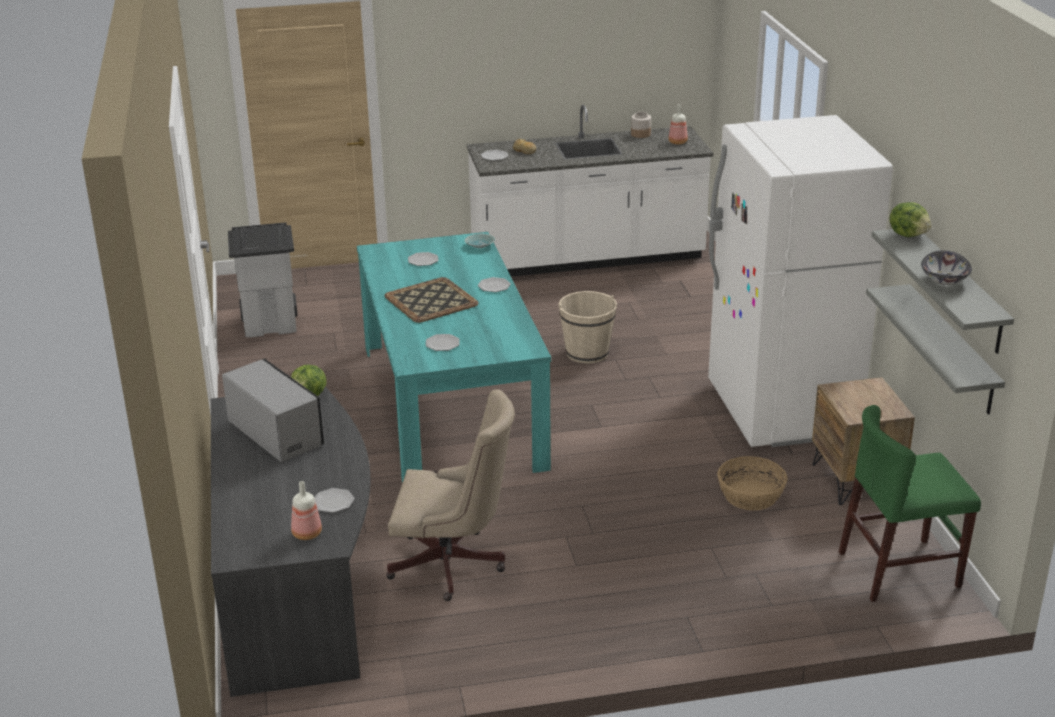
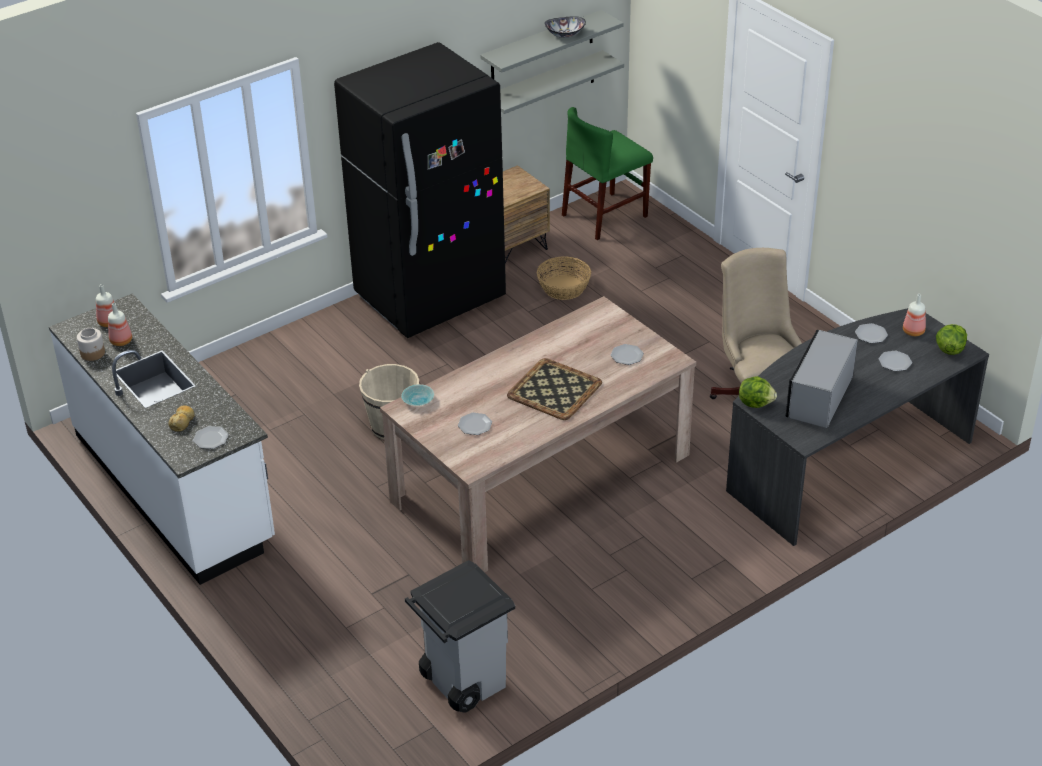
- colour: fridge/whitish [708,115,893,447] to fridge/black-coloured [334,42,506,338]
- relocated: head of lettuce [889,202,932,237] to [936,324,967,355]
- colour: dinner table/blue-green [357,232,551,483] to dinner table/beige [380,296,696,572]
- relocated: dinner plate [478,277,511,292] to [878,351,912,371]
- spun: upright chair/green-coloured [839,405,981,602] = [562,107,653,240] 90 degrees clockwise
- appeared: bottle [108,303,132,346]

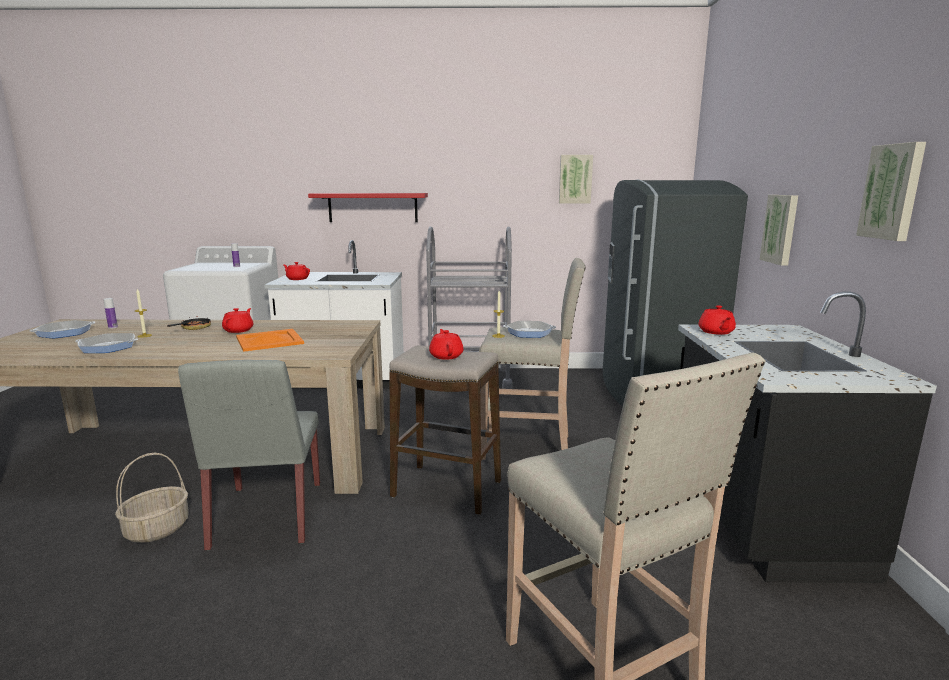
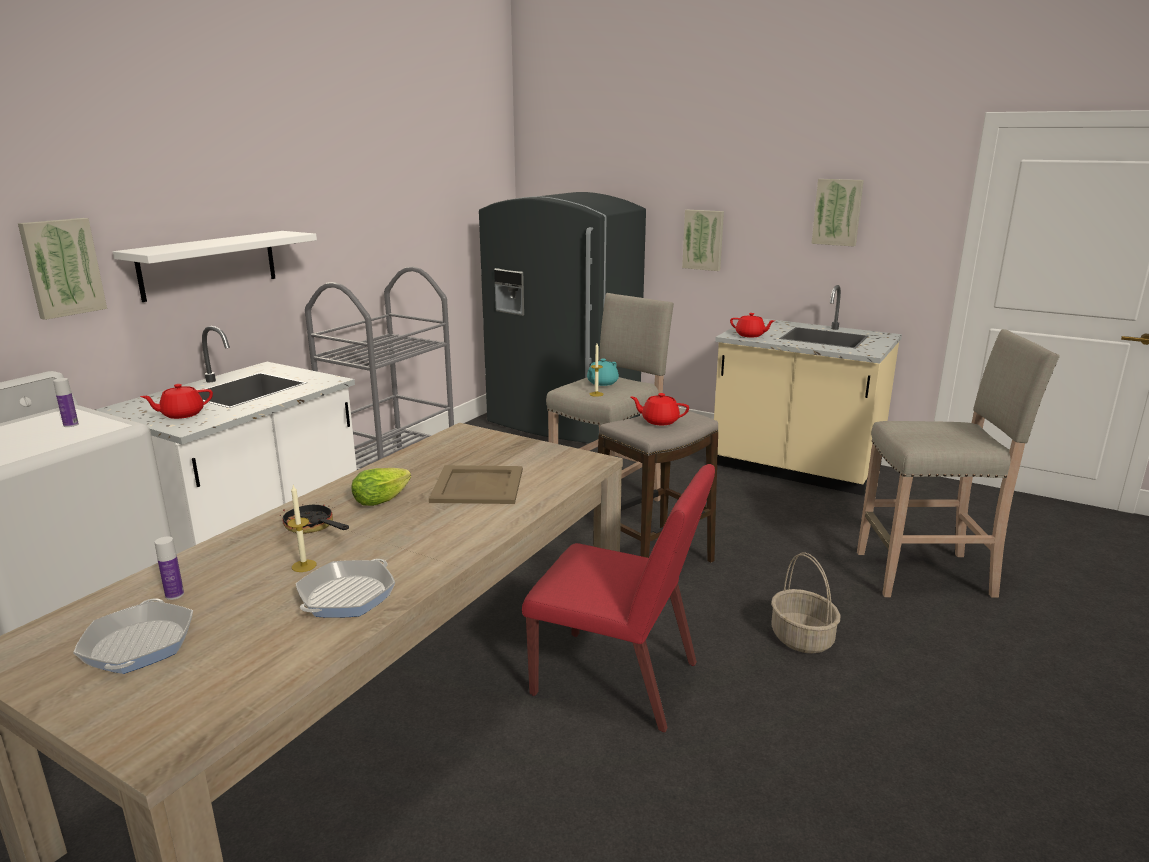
- relocated: wall art [559,155,593,203] to [18,218,107,320]
- colour: wall shelf/red-coloured [308,193,428,222] to wall shelf/whitish [113,231,317,302]
- colour: kitchen counter/black-coloured [678,291,937,583] to kitchen counter/beige [714,285,902,496]
- exchanged: teapot/red-coloured [222,308,253,333] to head of lettuce [351,468,411,506]
- exchanged: pan [504,321,556,338] to teapot/blue-green [587,359,619,386]
- colour: serving tray/orangey [236,329,304,352] to serving tray/beige [429,465,523,504]
- colour: upright chair/grey [178,360,320,551] to upright chair/red-coloured [522,464,715,732]
- relocated: household basket [115,453,189,543] to [771,552,841,654]

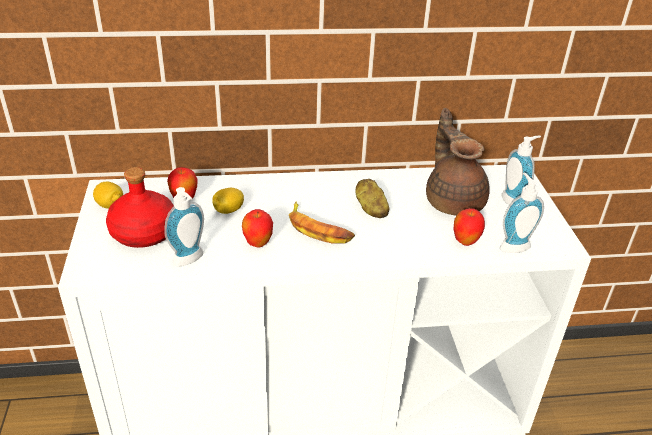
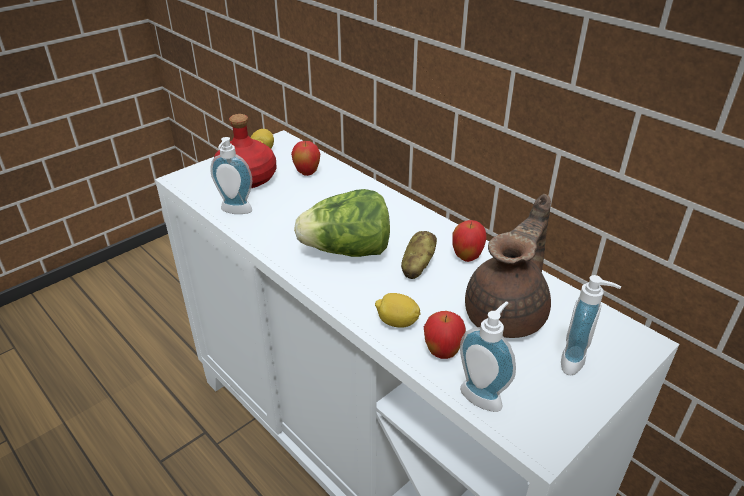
- relocated: citrus fruit [212,188,244,214] to [375,293,420,328]
- exchanged: banana fruit [289,201,355,244] to head of lettuce [294,189,390,257]
- relocated: apple [242,209,273,248] to [452,220,487,262]

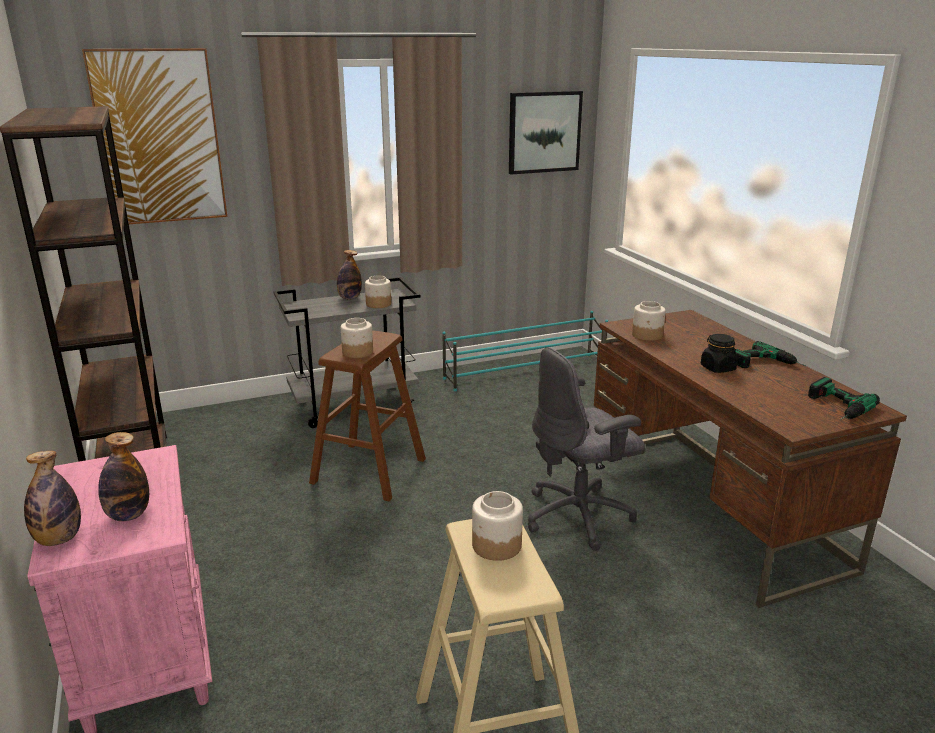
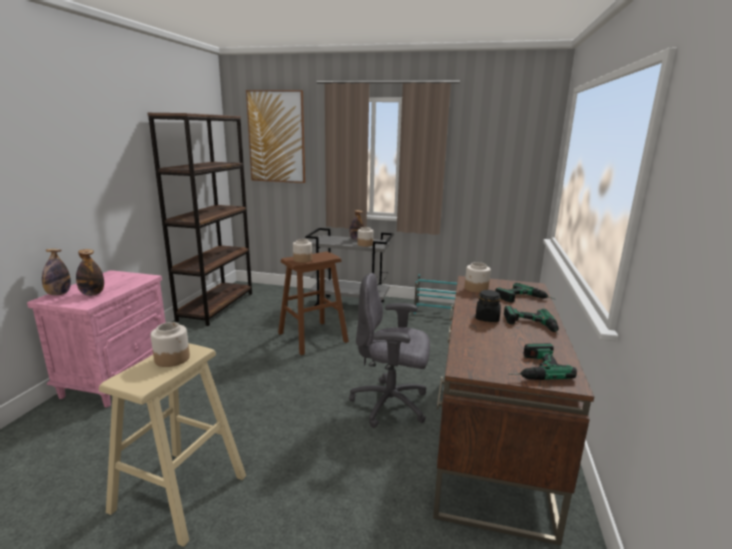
- missing: wall art [509,91,583,175]
- appeared: electric drill [495,283,556,303]

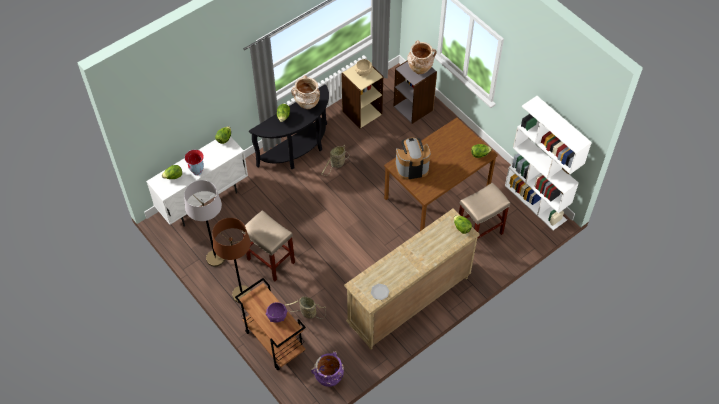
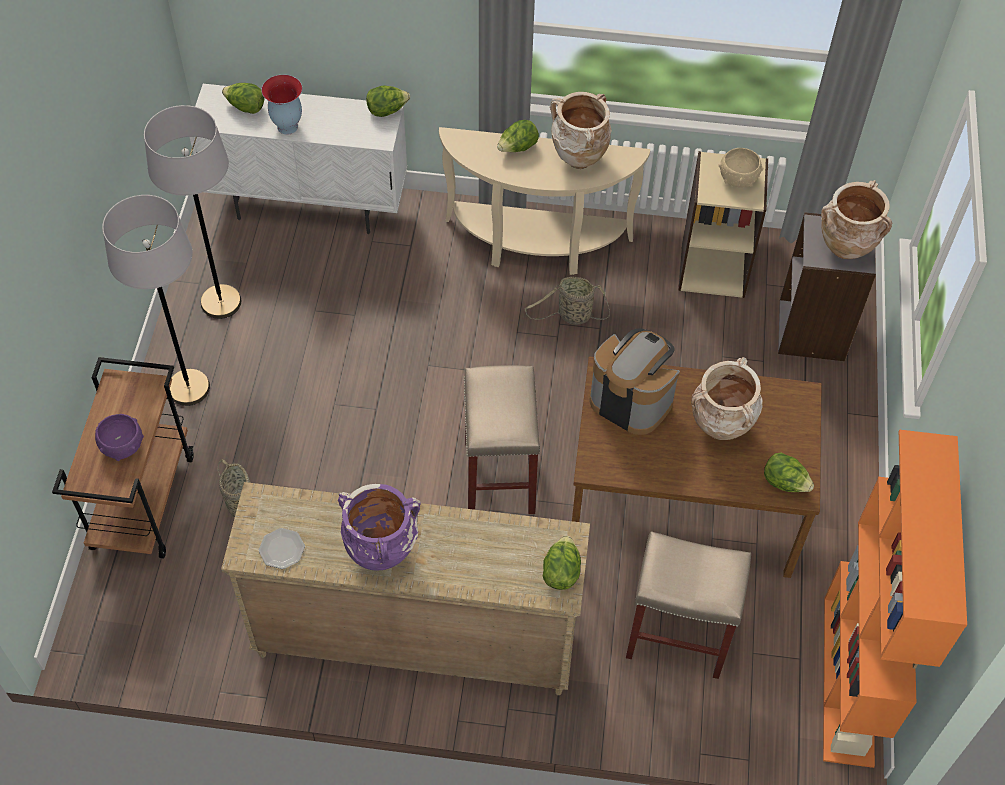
- colour: hall table/black-coloured [249,84,329,169] to hall table/beige [439,127,650,275]
- colour: bookshelf/whitish [505,96,592,230] to bookshelf/orangey [823,430,967,768]
- relocated: stool/beige [242,210,295,281] to [464,365,540,514]
- colour: floor lamp/brown-coloured [212,218,251,303] to floor lamp/grey [102,195,210,406]
- relocated: vase/purple-coloured [311,351,344,387] to [338,484,421,571]
- appeared: vase/beige [691,357,763,440]

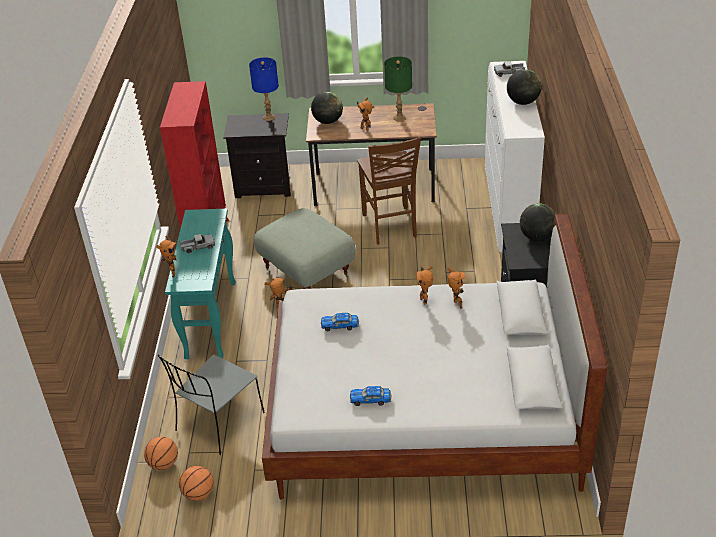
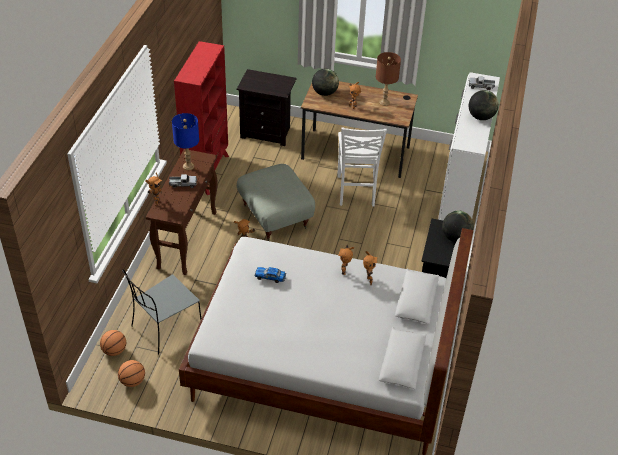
- colour: table lamp/green-coloured [384,56,412,121] to table lamp/brown-coloured [376,52,401,106]
- relocated: table lamp/bluish [249,57,279,121] to [172,113,199,170]
- colour: upright chair/brown-coloured [357,137,421,244] to upright chair/whitish [337,128,387,206]
- colour: hall table/blue-green [165,209,236,359] to hall table/brown-coloured [146,149,218,275]
- missing: toy car [350,386,392,406]

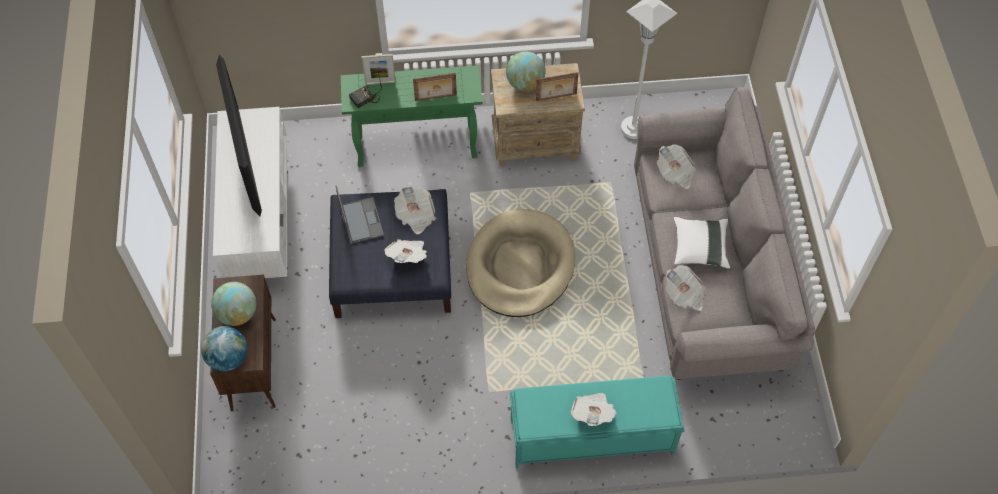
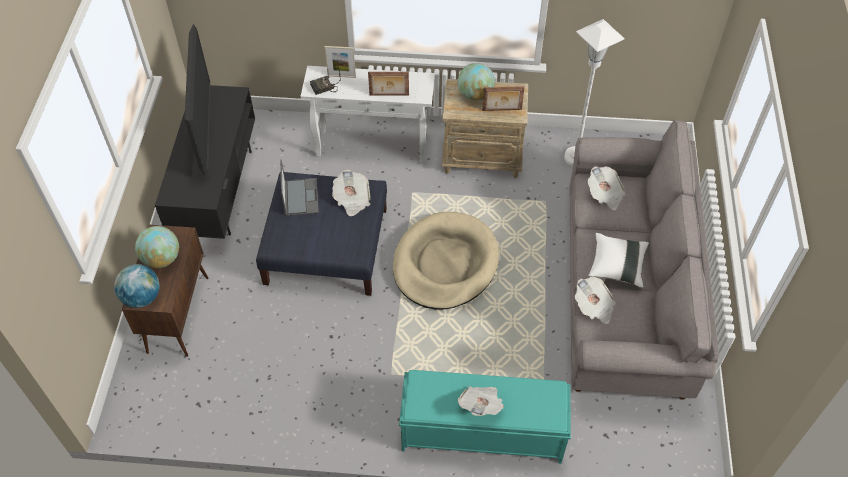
- colour: hall table/green-coloured [341,65,483,167] to hall table/whitish [301,66,435,163]
- colour: tv stand/whitish [213,107,288,278] to tv stand/black-coloured [155,85,255,239]
- missing: printed paper [385,239,427,263]

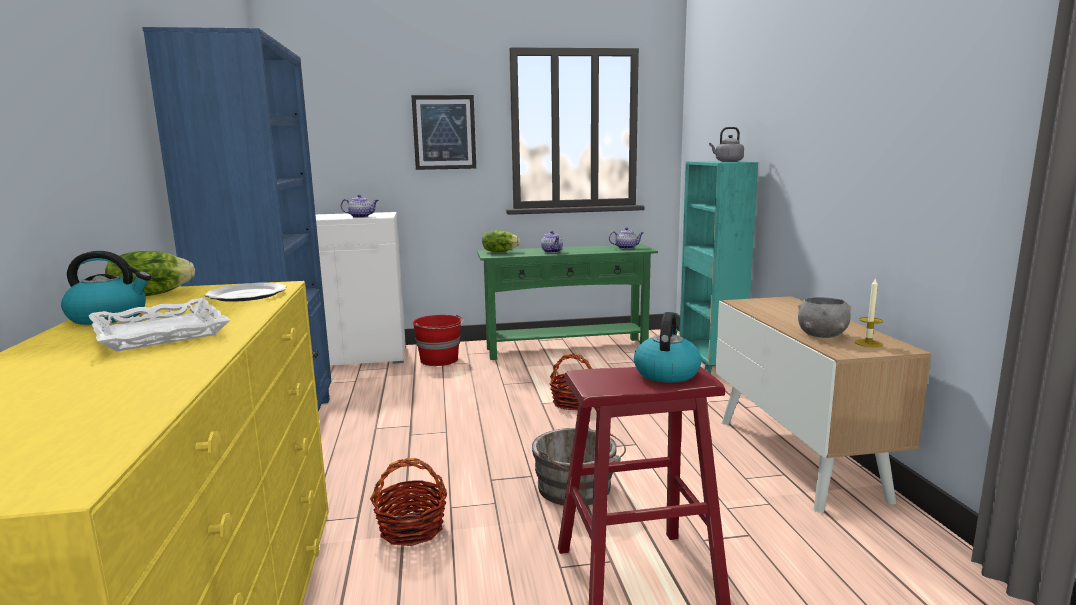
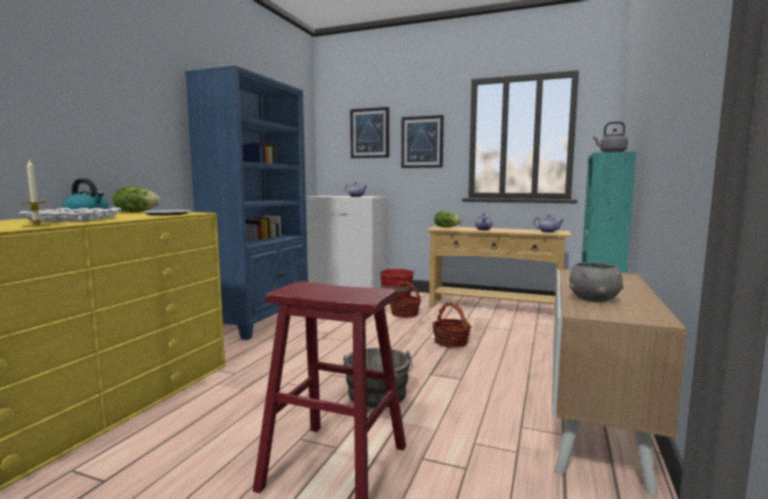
- colour: hall table/green-coloured [477,244,658,360] to hall table/beige [425,226,571,319]
- relocated: wax light [855,277,883,347] to [21,160,52,227]
- missing: kettle [634,312,701,383]
- relocated: household basket [370,458,448,546] to [390,281,421,318]
- appeared: wall art [350,107,389,158]

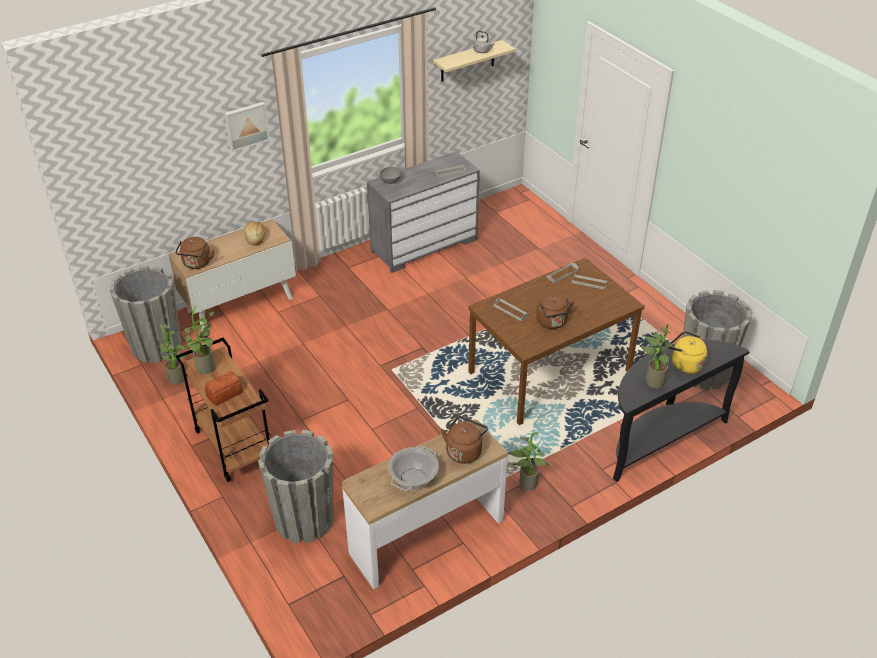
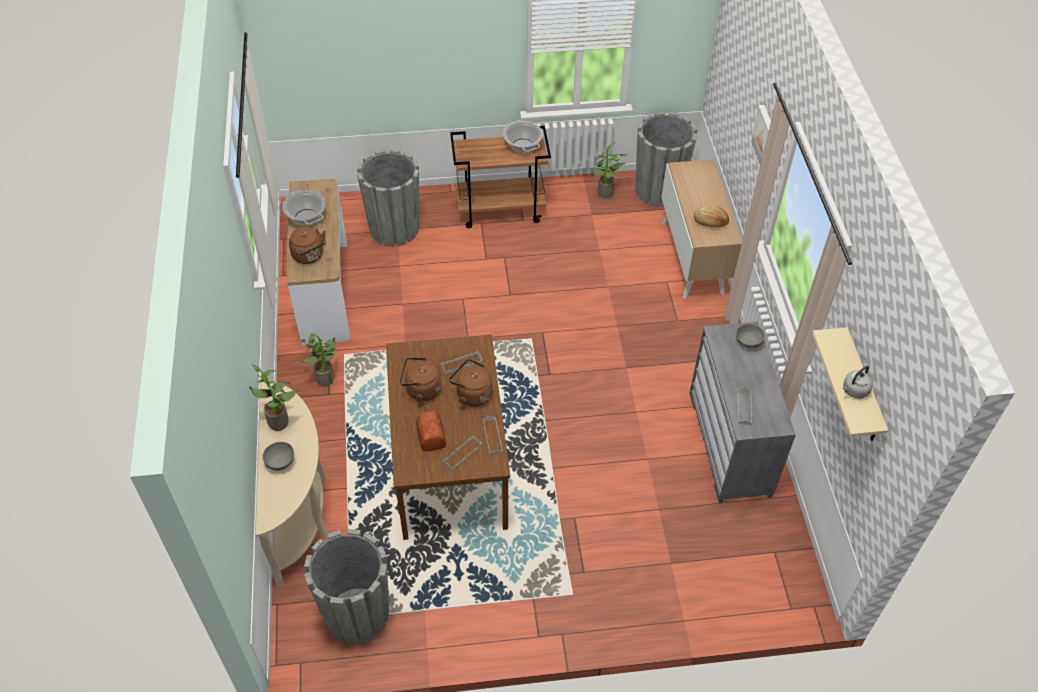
- relocated: kettle/brown-coloured [175,237,214,269] to [449,359,492,406]
- exchanged: houseplant [184,305,215,374] to saucepot [503,120,543,153]
- exchanged: kettle/yellow-coloured [668,331,708,374] to bowl/grey [263,442,294,471]
- colour: hall table/black-coloured [613,340,750,482] to hall table/beige [256,380,329,587]
- relocated: baked bread [205,371,243,405] to [416,411,446,452]

